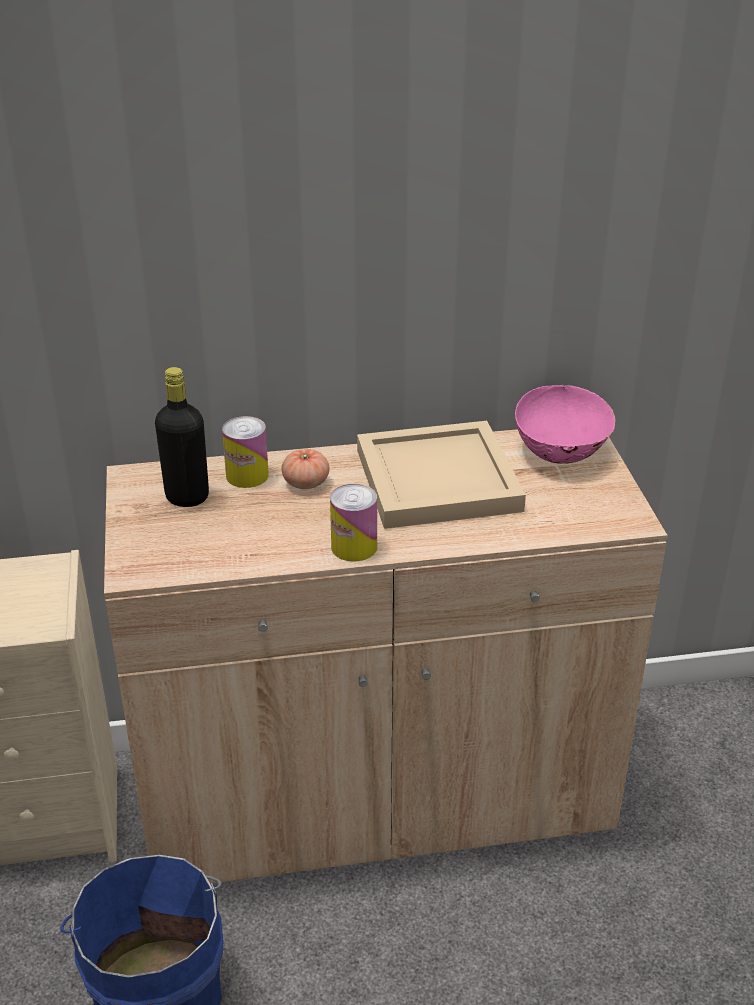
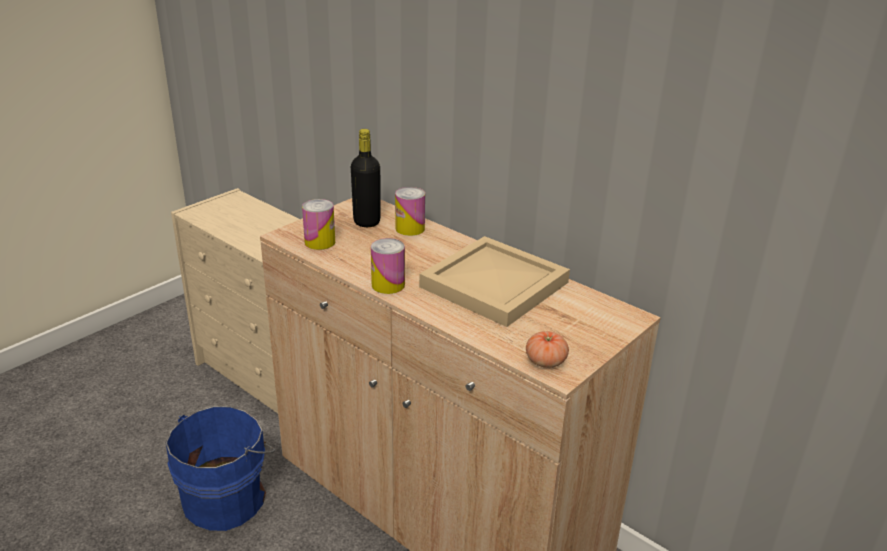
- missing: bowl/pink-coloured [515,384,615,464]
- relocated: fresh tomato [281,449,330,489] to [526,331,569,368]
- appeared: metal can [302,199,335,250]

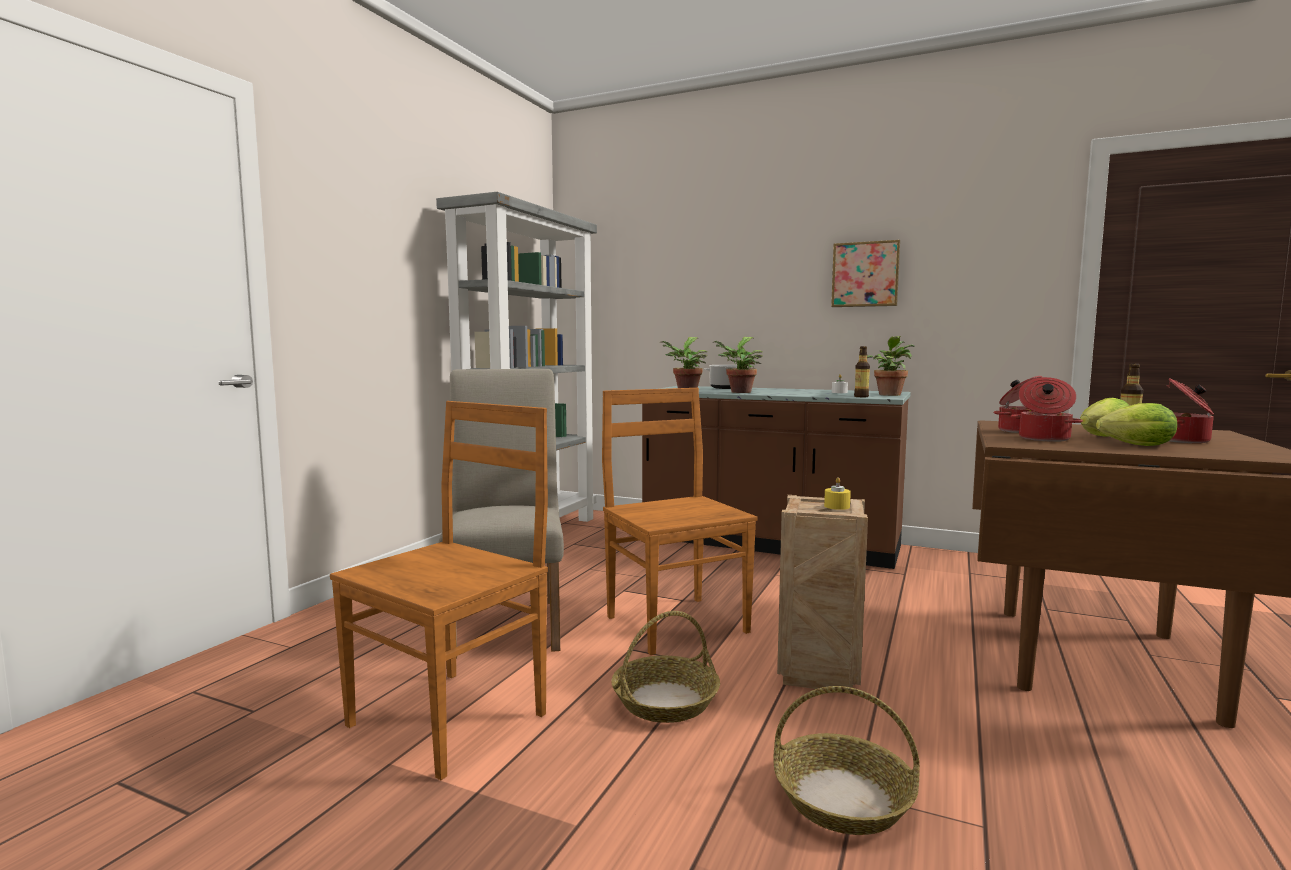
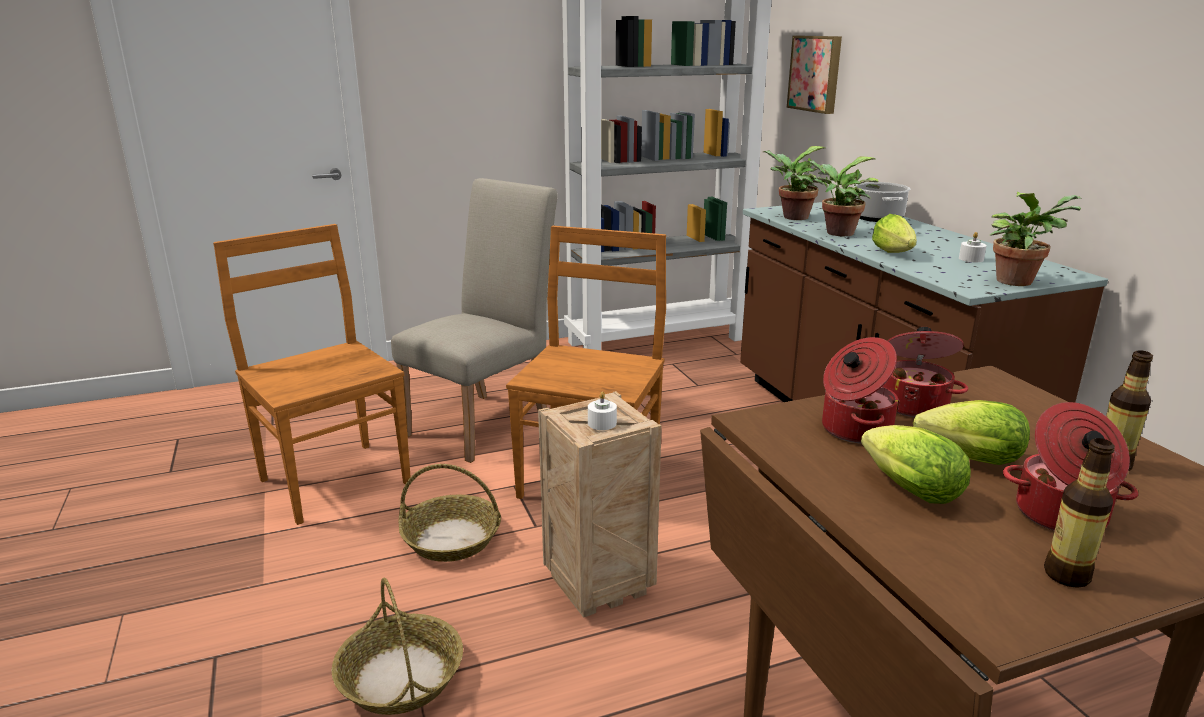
- relocated: wall art [831,240,900,307] to [787,36,842,114]
- relocated: bottle [854,346,870,397] to [1044,438,1115,588]
- spun: upright chair/brown-coloured [330,401,548,780] = [213,224,411,525] 120 degrees counterclockwise
- colour: wax light/yellow-coloured [824,477,851,510] to wax light/whitish [588,392,617,430]
- appeared: head of lettuce [872,214,917,253]

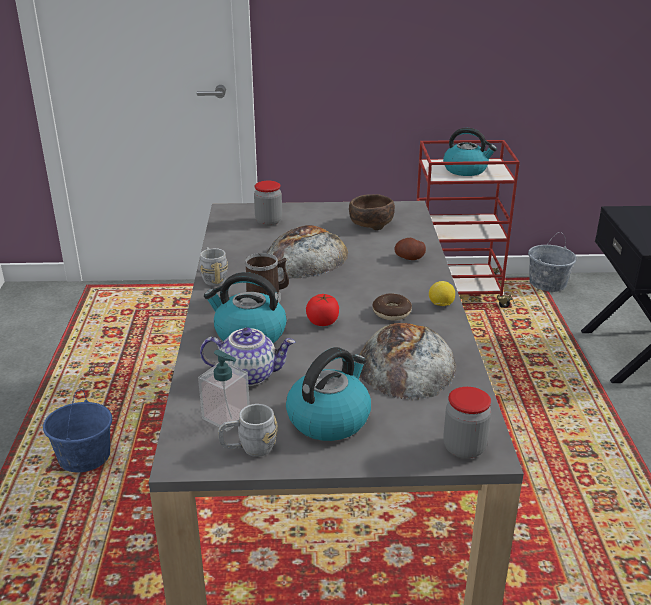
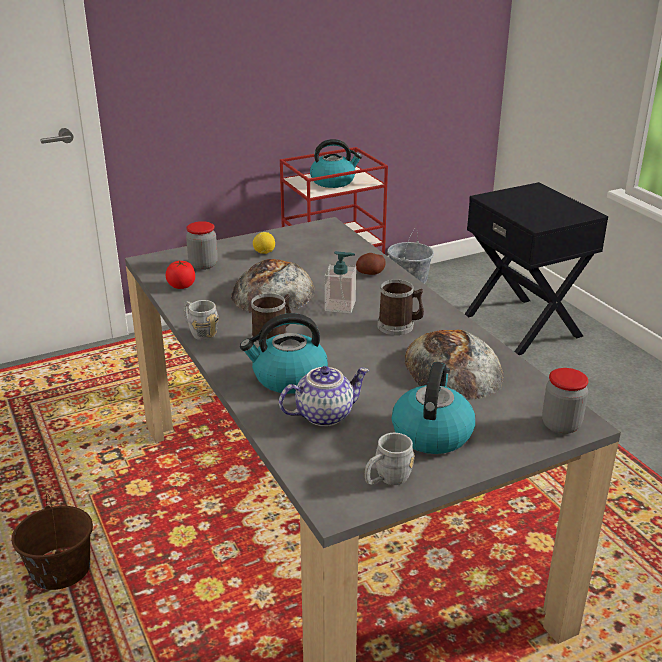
- missing: bowl/brown-coloured [349,194,395,230]
- relocated: citrus fruit [429,281,455,306] to [253,232,275,254]
- exchanged: doughnut [372,293,412,321] to mug [377,279,424,335]
- relocated: fresh tomato [306,294,339,326] to [166,261,195,289]
- relocated: soap bottle [198,350,250,431] to [325,251,356,313]
- colour: water bucket/bluish [43,389,112,472] to water bucket/brown-coloured [12,494,93,590]

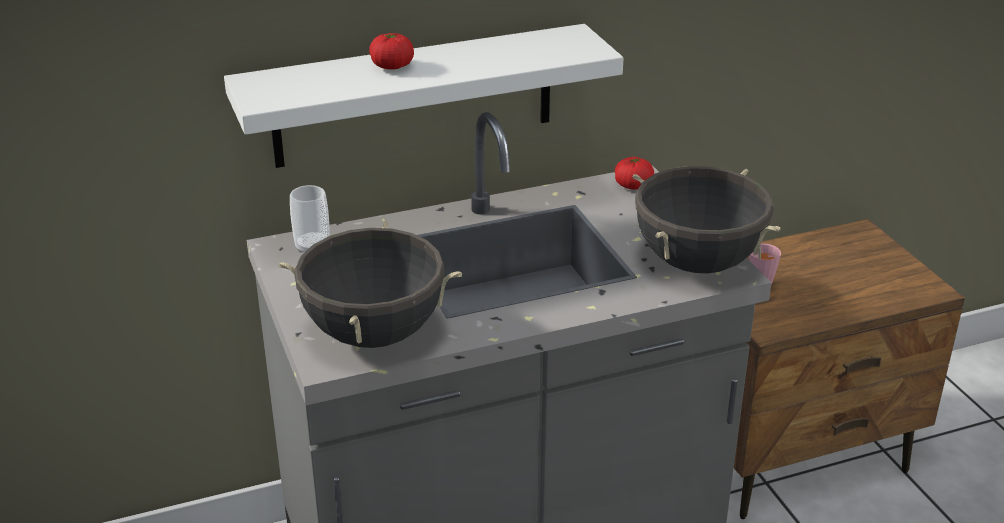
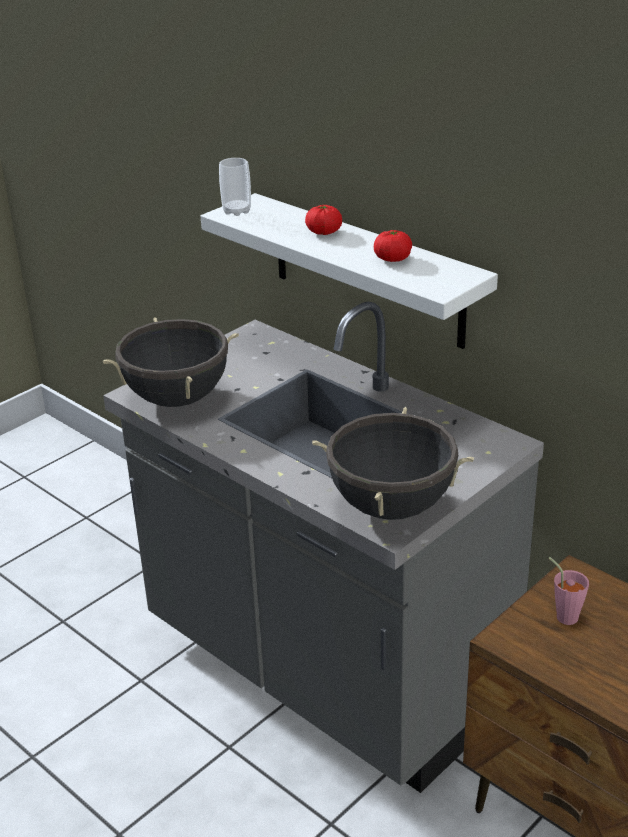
- relocated: fresh tomato [615,157,654,190] to [374,230,412,262]
- relocated: cup [290,185,330,253] to [219,158,251,216]

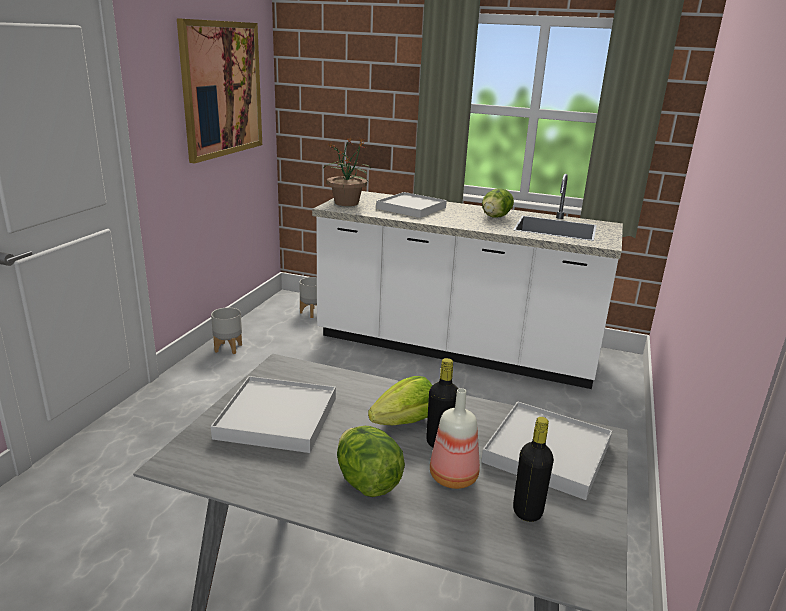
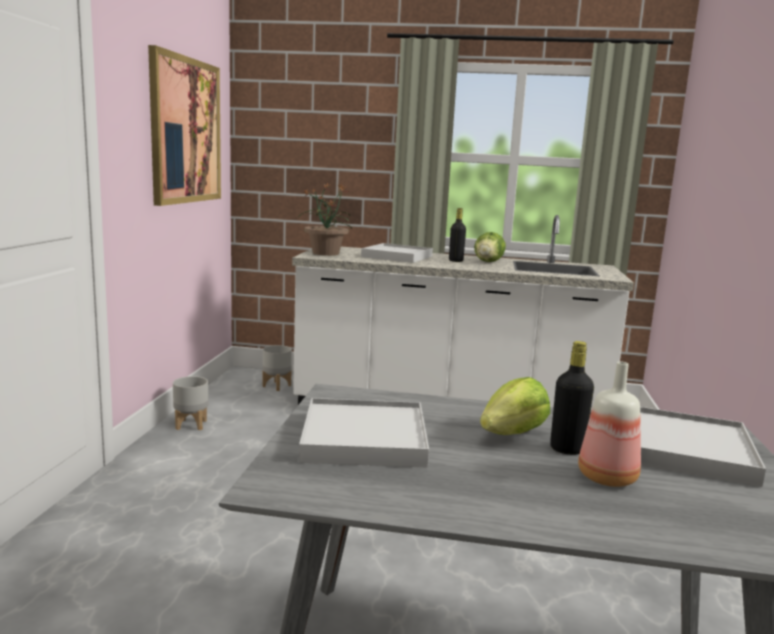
- relocated: bottle/black-coloured [513,417,554,522] to [449,208,466,262]
- missing: head of lettuce [337,426,405,497]

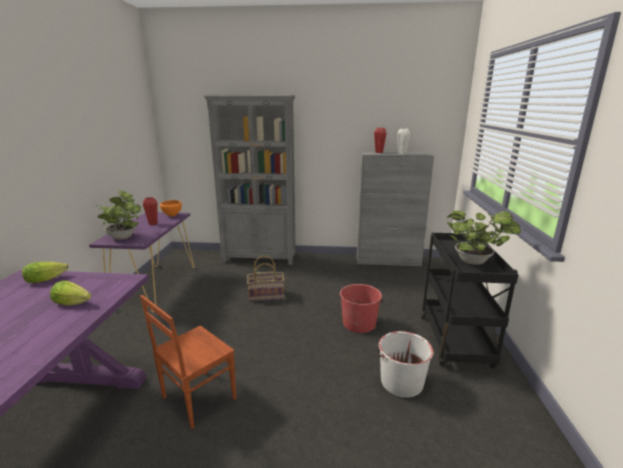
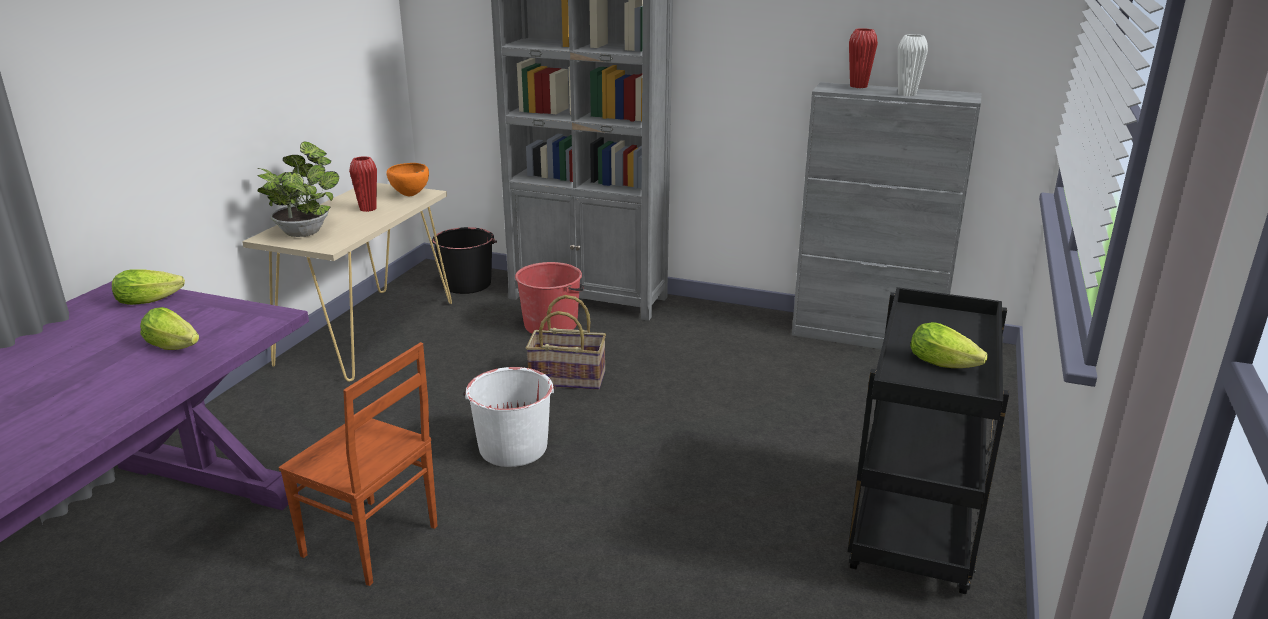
- exchanged: houseplant [447,211,521,265] to head of lettuce [910,322,988,368]
- colour: hall table/purple-coloured [89,212,194,312] to hall table/beige [242,183,452,382]
- relocated: water bucket/red-coloured [340,284,384,333] to [515,262,584,333]
- spun: upright chair/brown-coloured [140,295,236,429] = [279,342,438,586] 120 degrees counterclockwise
- relocated: water bucket/whitish [376,331,434,398] to [463,367,556,467]
- appeared: water bucket/black-coloured [432,227,497,294]

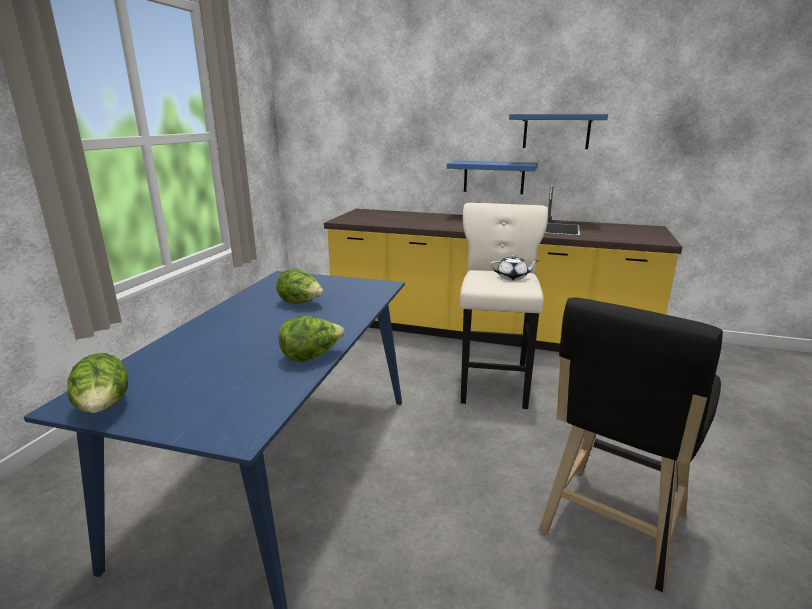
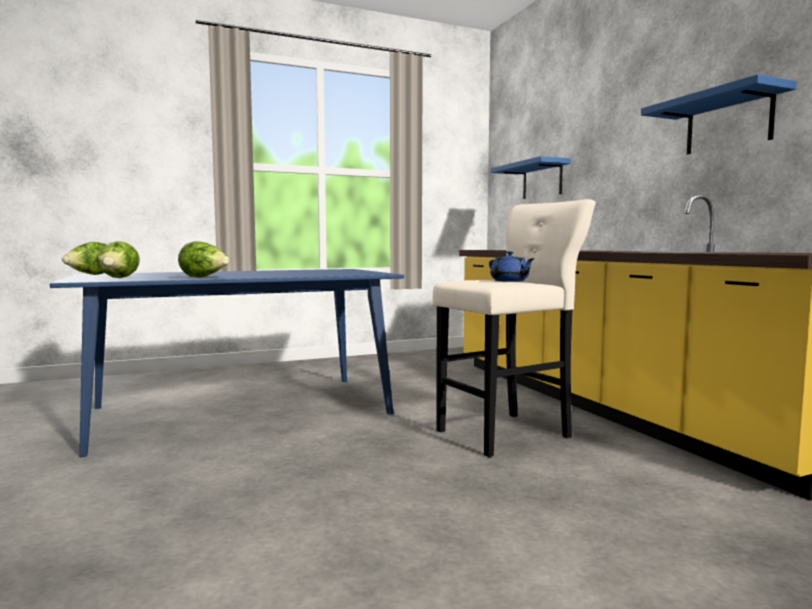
- relocated: wall shelf/bluish [447,160,538,194] to [491,156,571,199]
- colour: teapot/whitish [490,255,539,280] to teapot/bluish [489,251,535,282]
- relocated: head of lettuce [276,269,324,304] to [96,241,140,278]
- missing: stool/black-coloured [538,298,723,593]

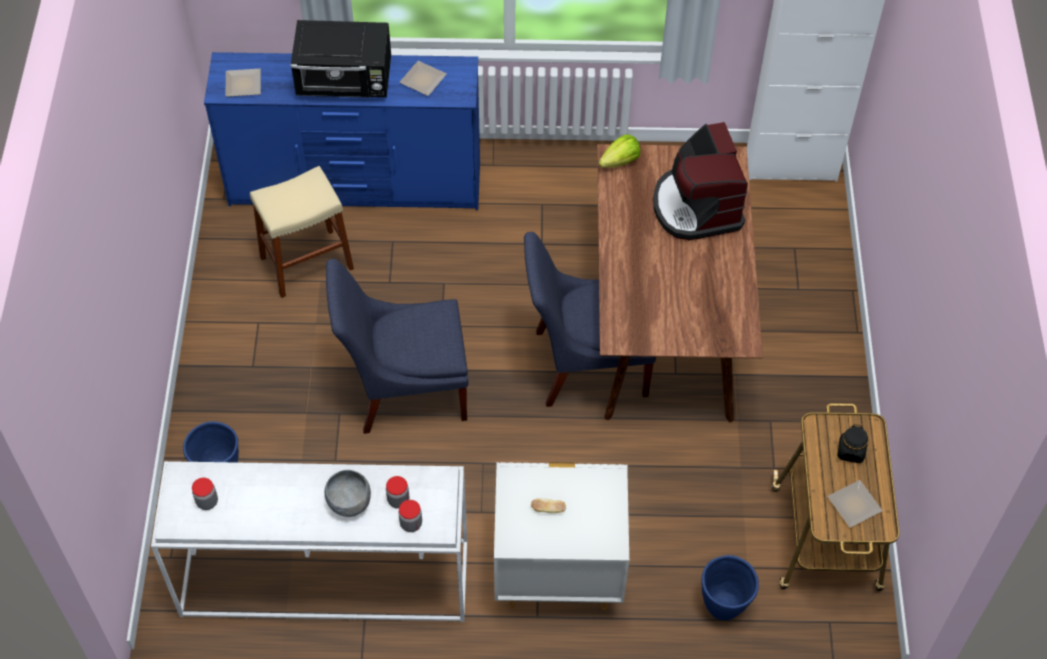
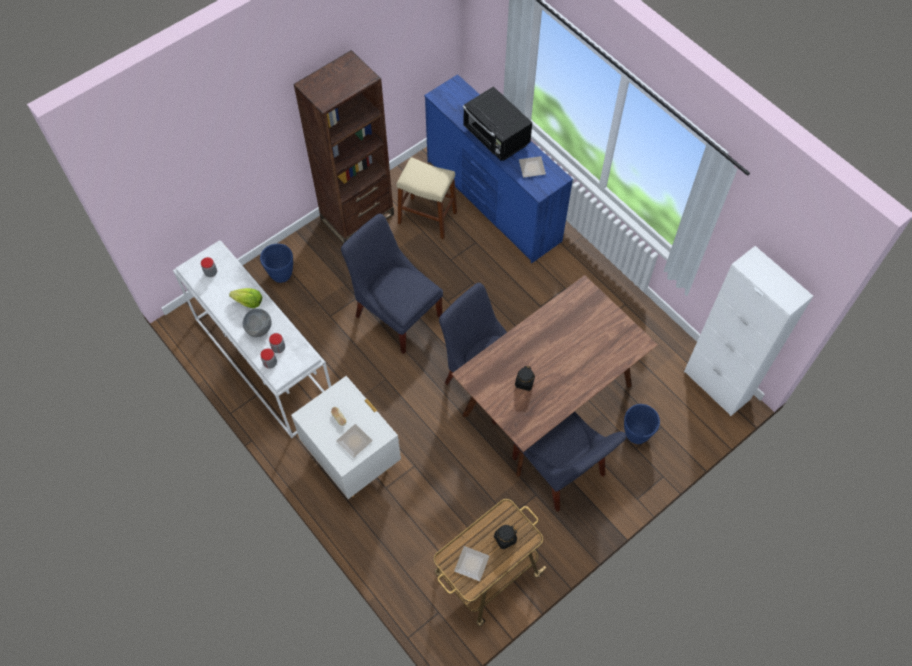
- relocated: dinner plate [225,69,261,97] to [336,424,373,458]
- missing: coffee machine [653,122,748,240]
- relocated: head of lettuce [599,134,641,168] to [229,288,262,308]
- relocated: plant pot/bluish [701,555,759,620] to [624,404,660,444]
- appeared: bookshelf/brown-coloured [294,50,394,244]
- appeared: storage jar/black-coloured [515,366,535,391]
- appeared: upright chair/bluish [512,412,627,512]

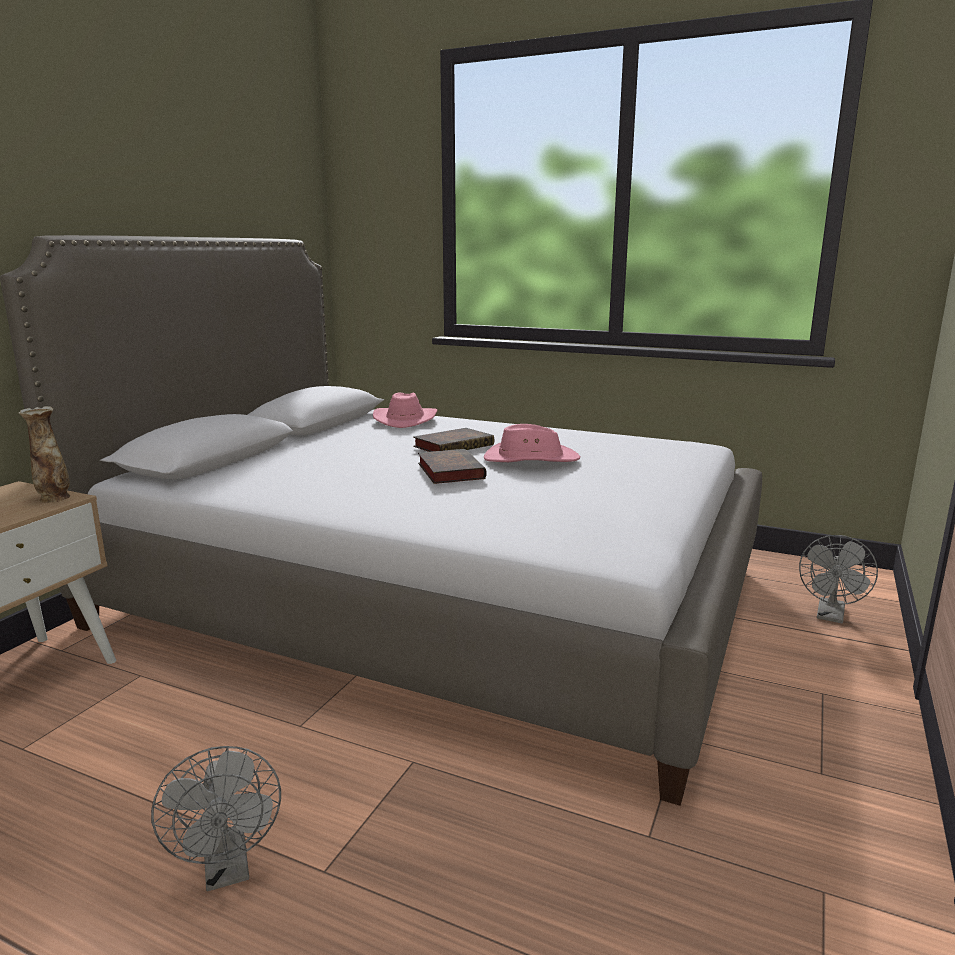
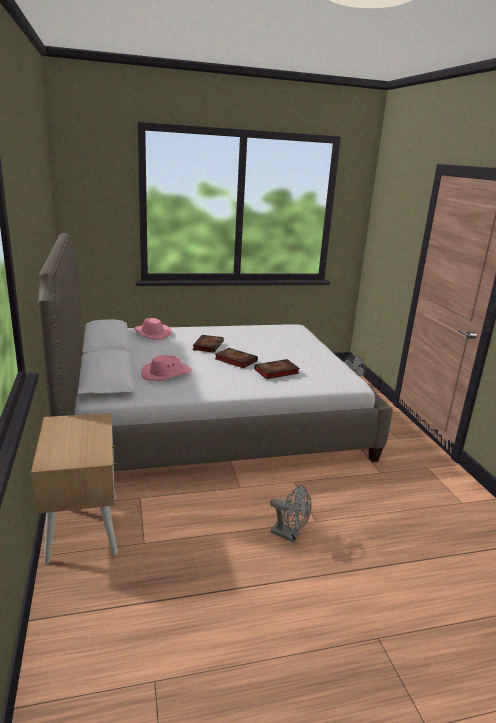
- missing: vase [19,406,70,503]
- relocated: hat/pink-coloured [483,424,581,462] to [141,355,192,381]
- appeared: bound book [254,359,300,379]

